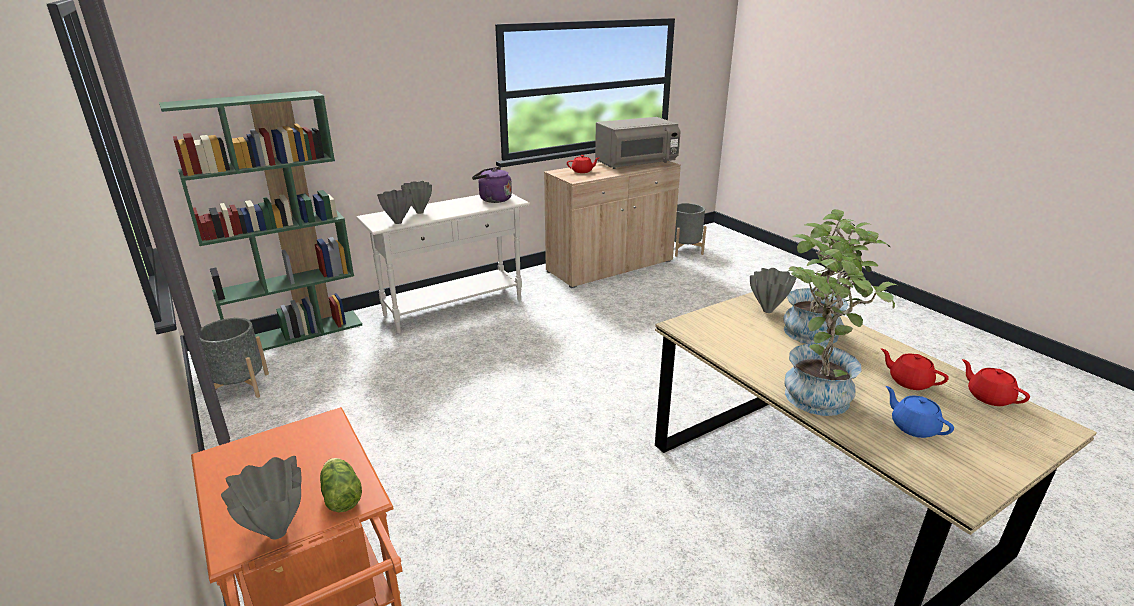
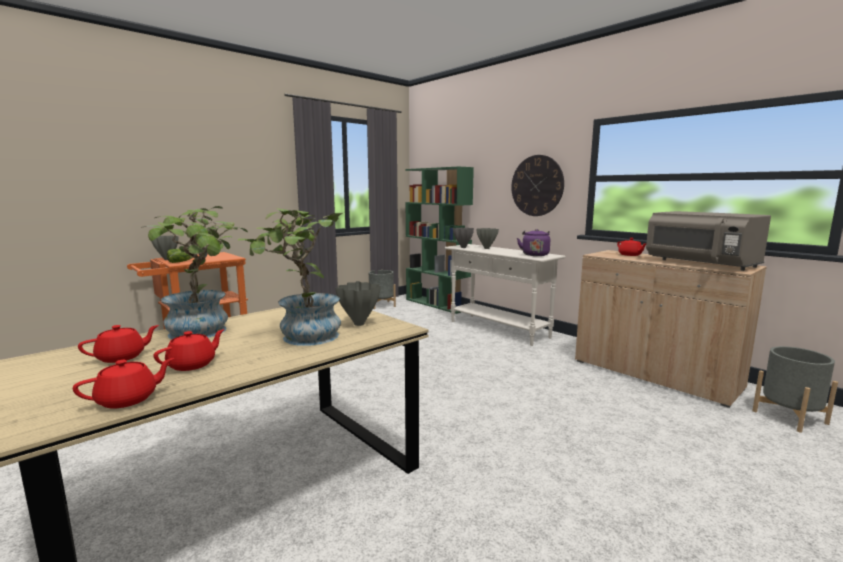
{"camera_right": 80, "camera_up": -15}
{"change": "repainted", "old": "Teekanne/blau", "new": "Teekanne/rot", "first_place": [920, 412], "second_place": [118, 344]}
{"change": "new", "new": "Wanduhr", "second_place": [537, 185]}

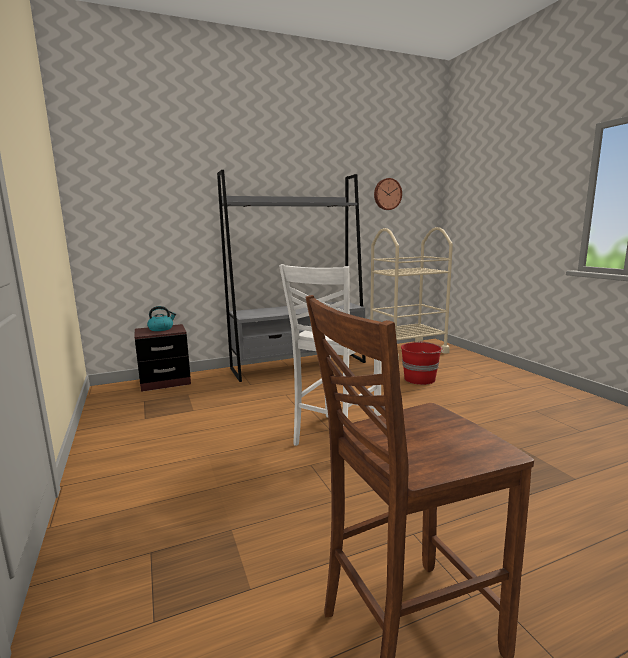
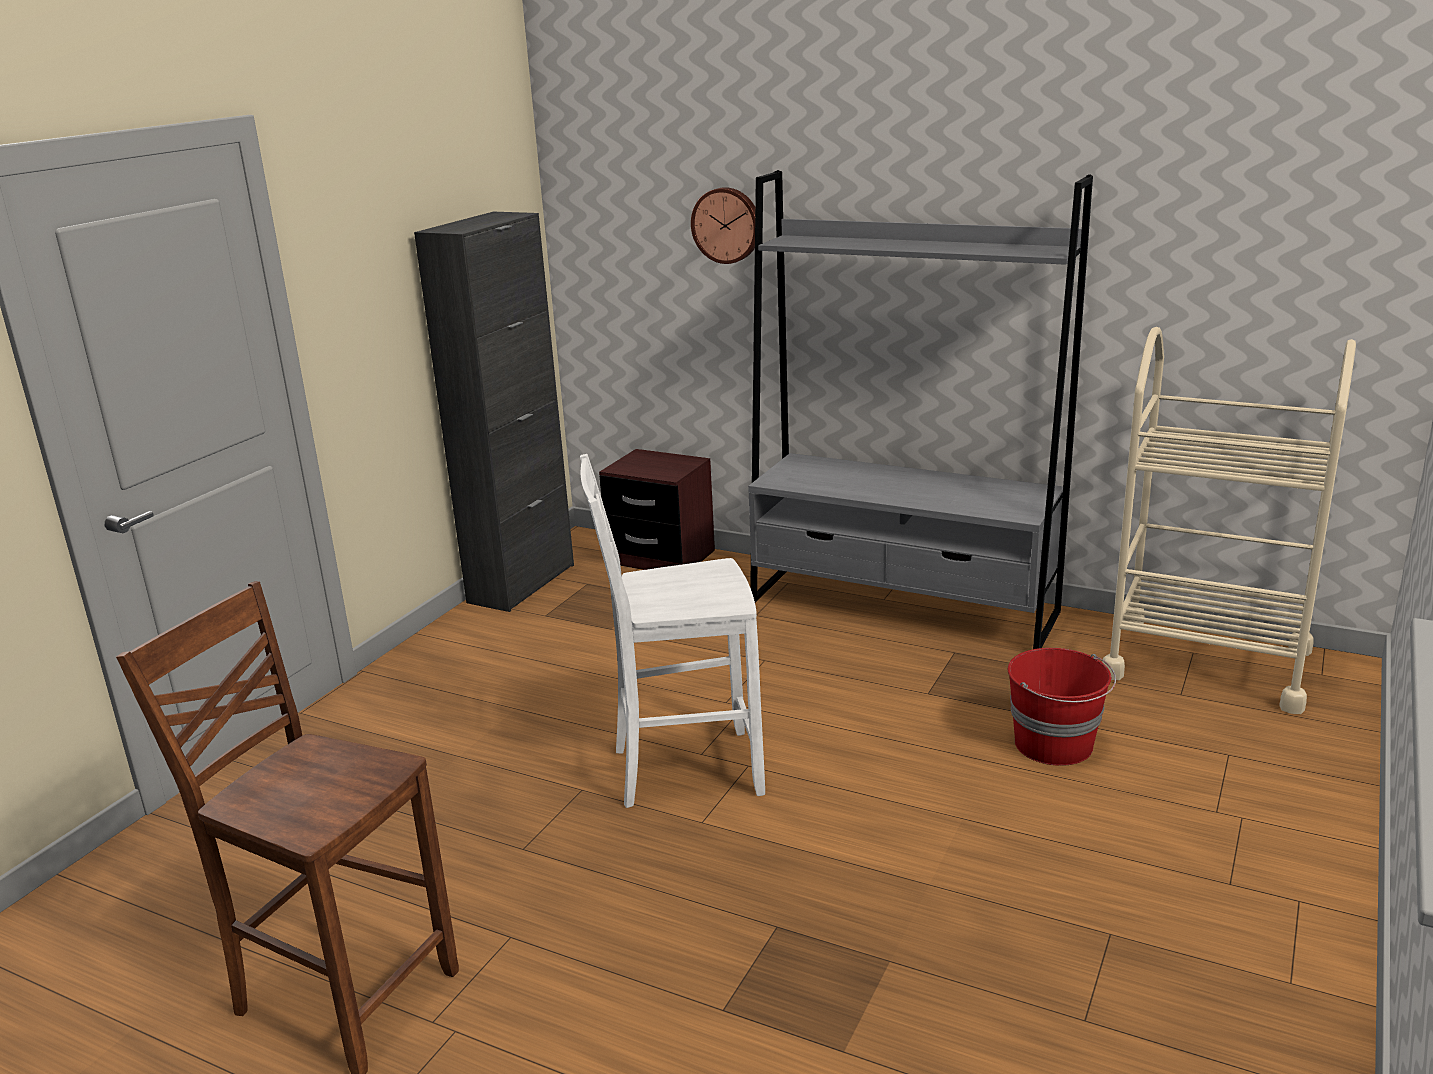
{"camera_right": 50, "camera_up": 10}
{"change": "gone", "old": "Wasserkessel", "first_place": [161, 318]}
{"change": "shifted", "old": "Wanduhr", "first_place": [388, 194], "second_place": [723, 225]}
{"change": "new", "new": "Schrank/schwarz", "second_place": [494, 412]}

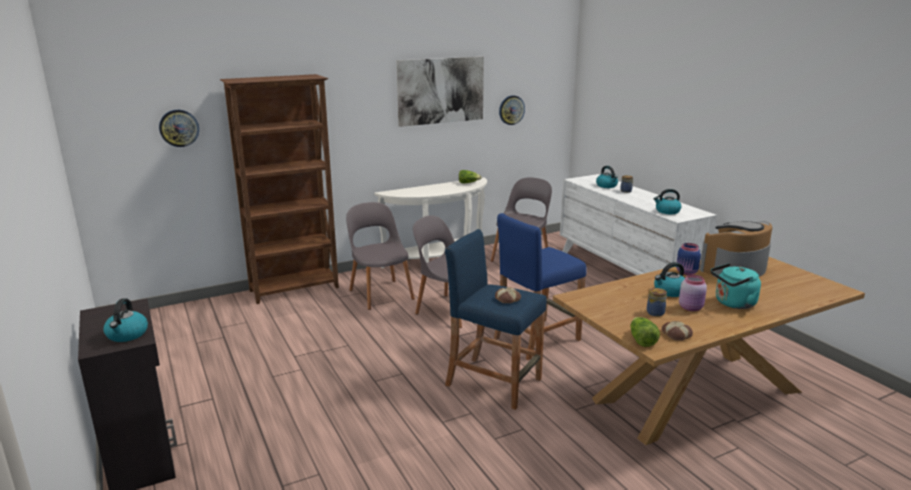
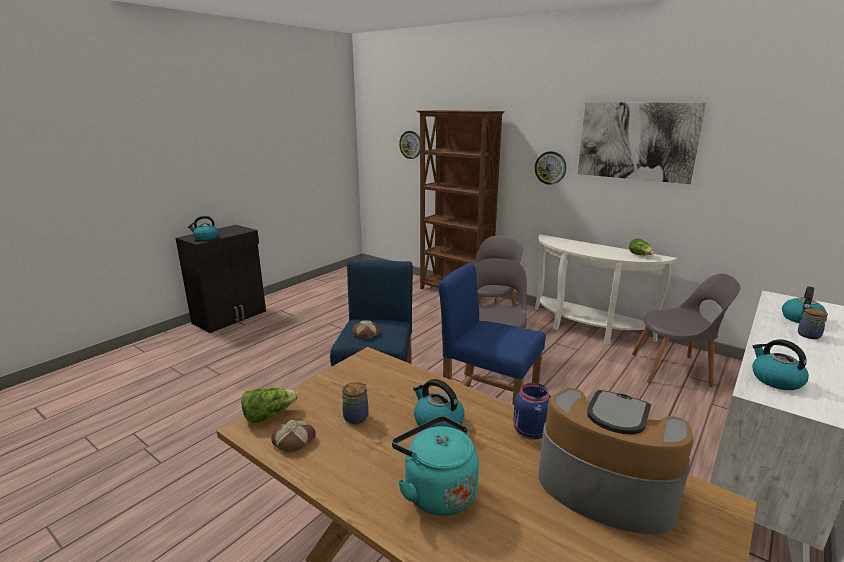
{"camera_right": 65, "camera_up": 0}
{"change": "shifted", "old": "Wanduhr", "first_place": [512, 110], "second_place": [550, 168]}
{"change": "gone", "old": "Vorratsglas/rosa", "first_place": [693, 293]}

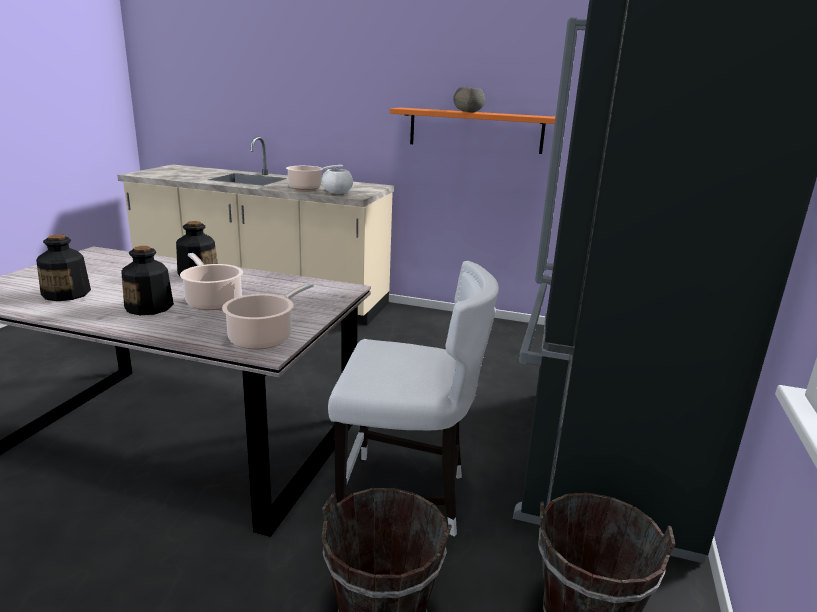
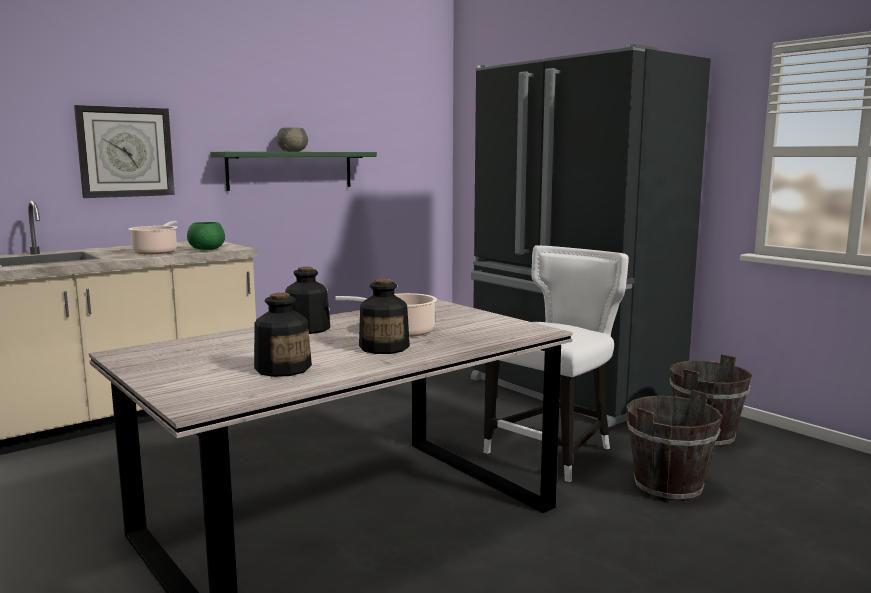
{"camera_right": -55, "camera_up": -10}
{"change": "gone", "old": "Kochtopf", "first_place": [268, 316]}
{"change": "repainted", "old": "Schüssel/weiß", "new": "Schüssel/grün", "first_place": [337, 181], "second_place": [206, 236]}
{"change": "repainted", "old": "Wandregal/orange", "new": "Wandregal/grün", "first_place": [473, 130], "second_place": [293, 171]}
{"change": "new", "new": "Wanduhr", "second_place": [124, 151]}

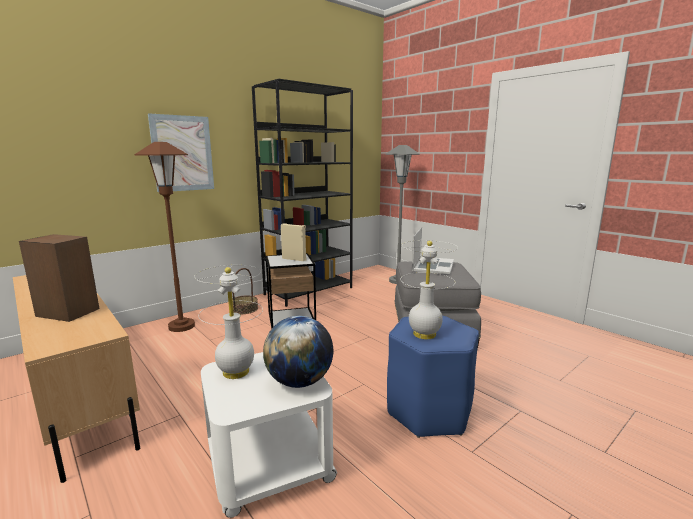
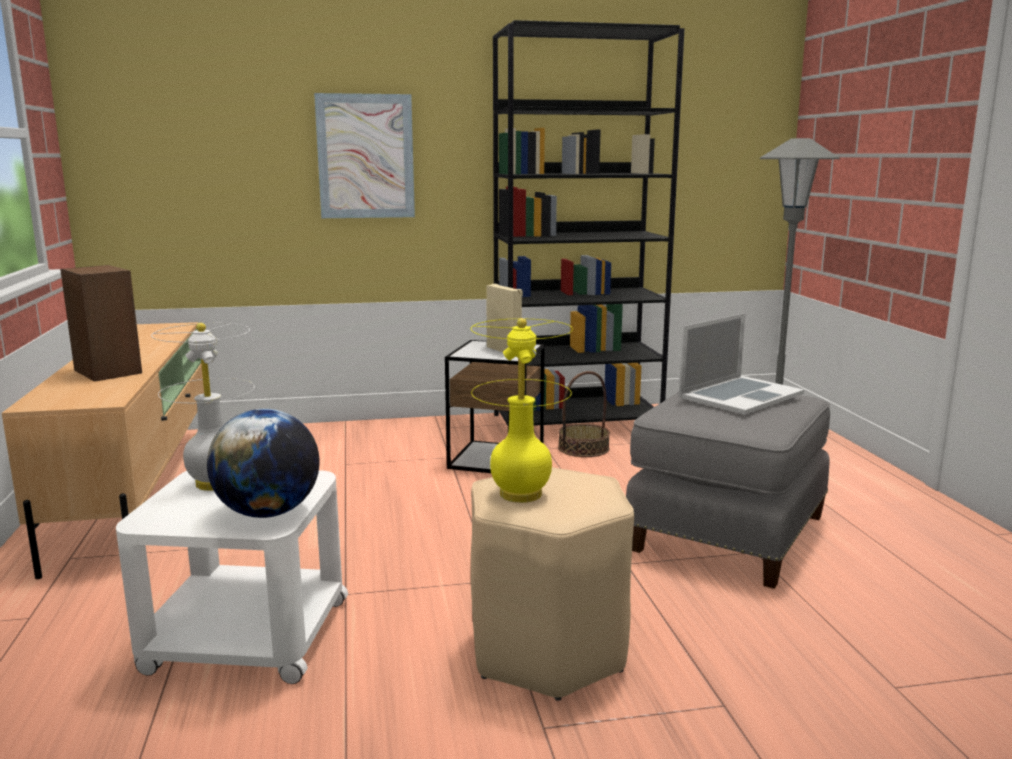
{"camera_right": 30, "camera_up": 0}
{"change": "gone", "old": "Stehlampe/braun", "first_place": [165, 237]}
{"change": "shifted", "old": "Korb", "first_place": [245, 291], "second_place": [584, 414]}
{"change": "repainted", "old": "Hocker/blau", "new": "Hocker/beige", "first_place": [433, 377], "second_place": [552, 584]}
{"change": "repainted", "old": "Tischlampe/weiß", "new": "Tischlampe/gelb", "first_place": [429, 289], "second_place": [522, 410]}

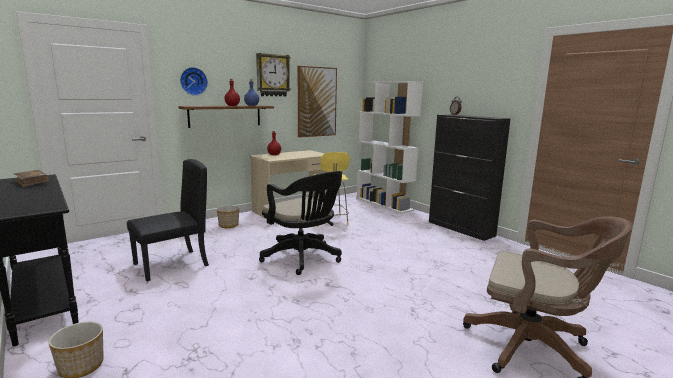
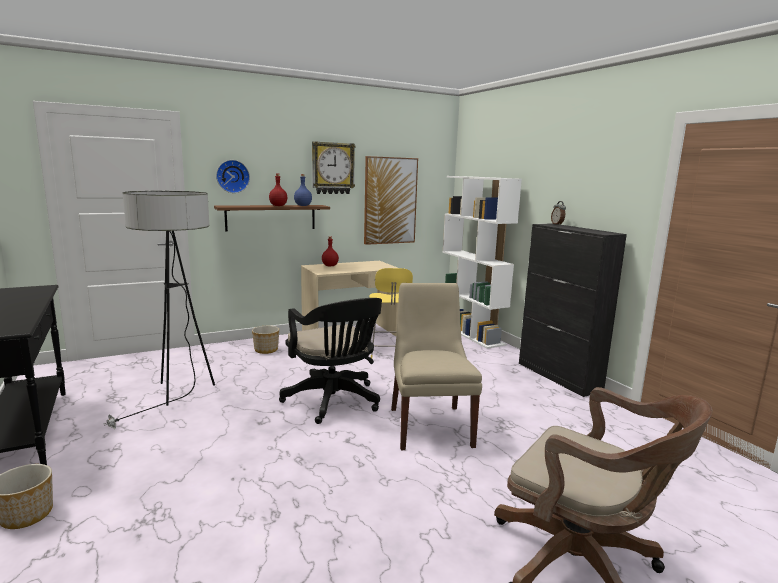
{"camera_right": 10, "camera_up": 0}
{"change": "gone", "old": "Buch/braun", "first_place": [31, 178]}
{"change": "swapped", "old": "Stuhl/schwarz", "new": "Stehlampe", "first_place": [168, 220], "second_place": [159, 310]}
{"change": "new", "new": "Stuhl/beige", "second_place": [436, 366]}

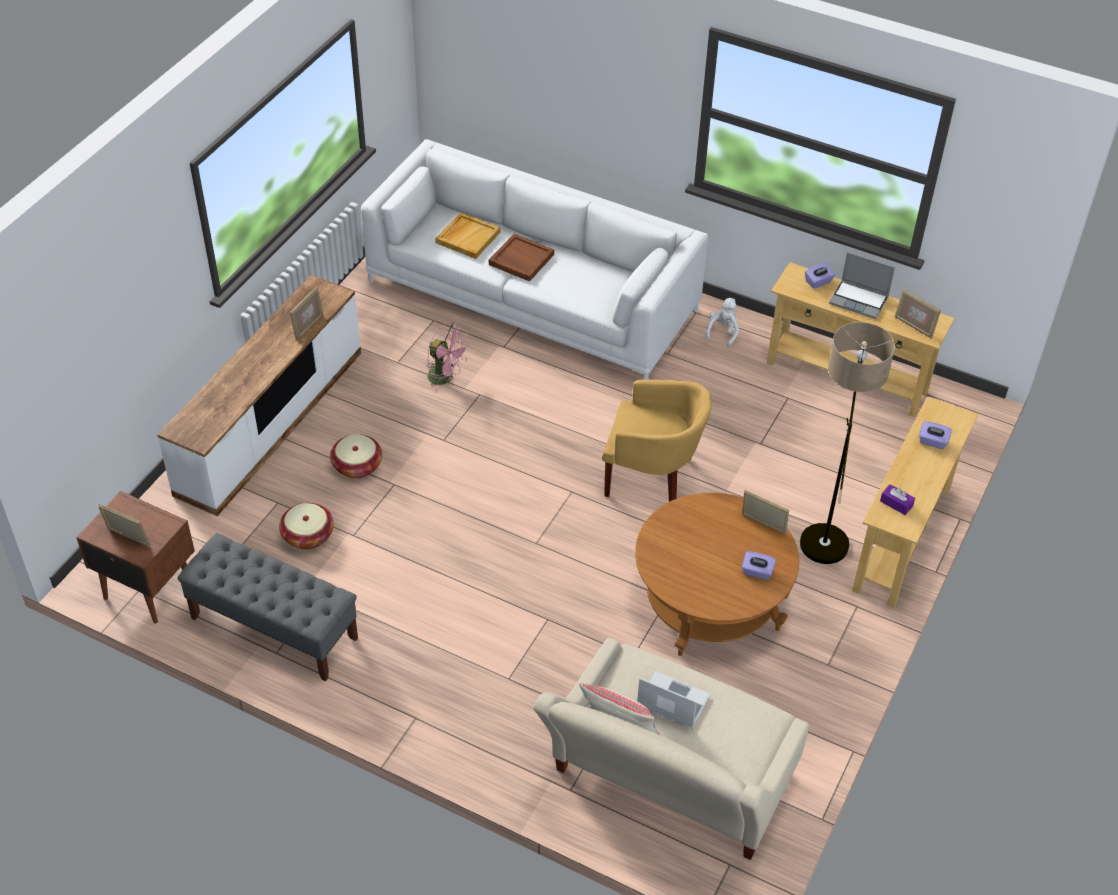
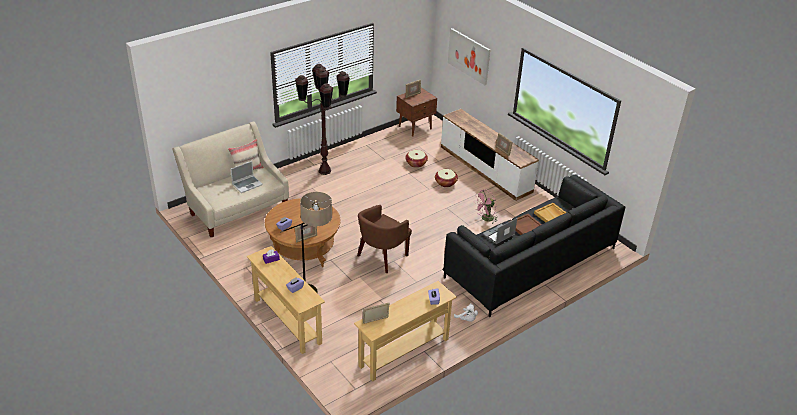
{"camera_right": 115, "camera_up": -10}
{"change": "gone", "old": "Bank/grau", "first_place": [267, 607]}
{"change": "repainted", "old": "Sofa/weiß", "new": "Sofa/schwarz", "first_place": [534, 259], "second_place": [534, 246]}
{"change": "repainted", "old": "Sessel/gelb", "new": "Sessel/braun", "first_place": [657, 441], "second_place": [384, 239]}
{"change": "shifted", "old": "Laptop", "first_place": [862, 285], "second_place": [500, 231]}
{"change": "new", "new": "Stehlampe/braun", "second_place": [322, 119]}
{"change": "new", "new": "Bild", "second_place": [469, 56]}

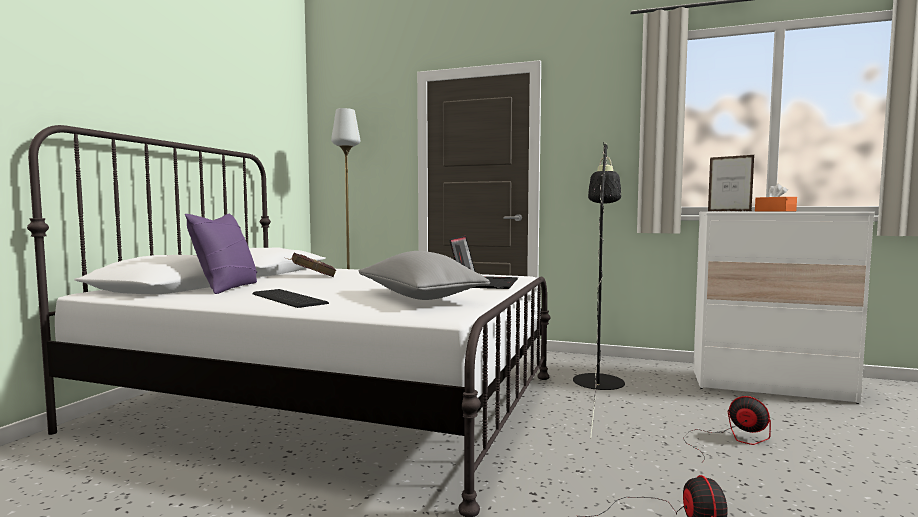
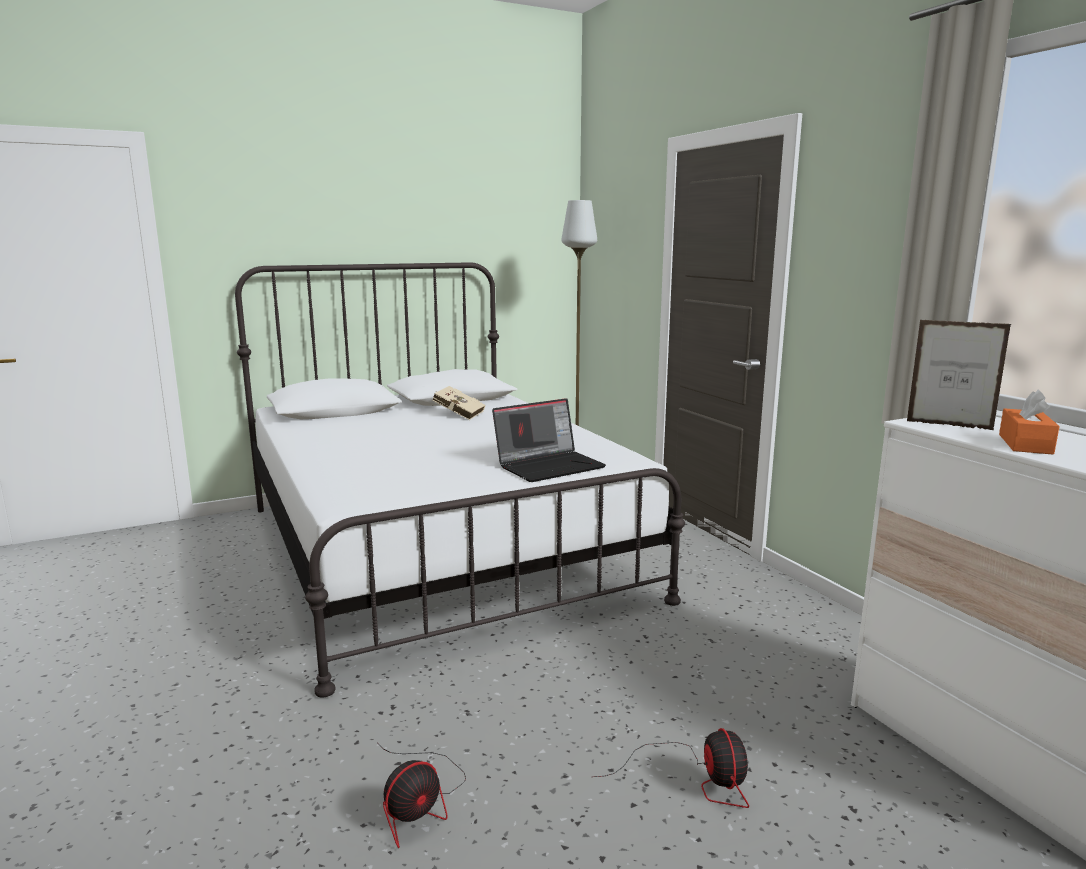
{"camera_right": 45, "camera_up": 10}
{"change": "gone", "old": "Kissen/lila", "first_place": [221, 254]}
{"change": "gone", "old": "Tastatur", "first_place": [290, 298]}
{"change": "repainted", "old": "Buch/rot", "new": "Buch/beige", "first_place": [311, 265], "second_place": [458, 403]}
{"change": "gone", "old": "Kissen/grau", "first_place": [424, 275]}
{"change": "gone", "old": "Stehlampe/schwarz", "first_place": [599, 290]}
{"change": "rotated", "old": "Bilderrahmen", "first_place": [731, 183], "second_place": [959, 375], "degrees": -60}

